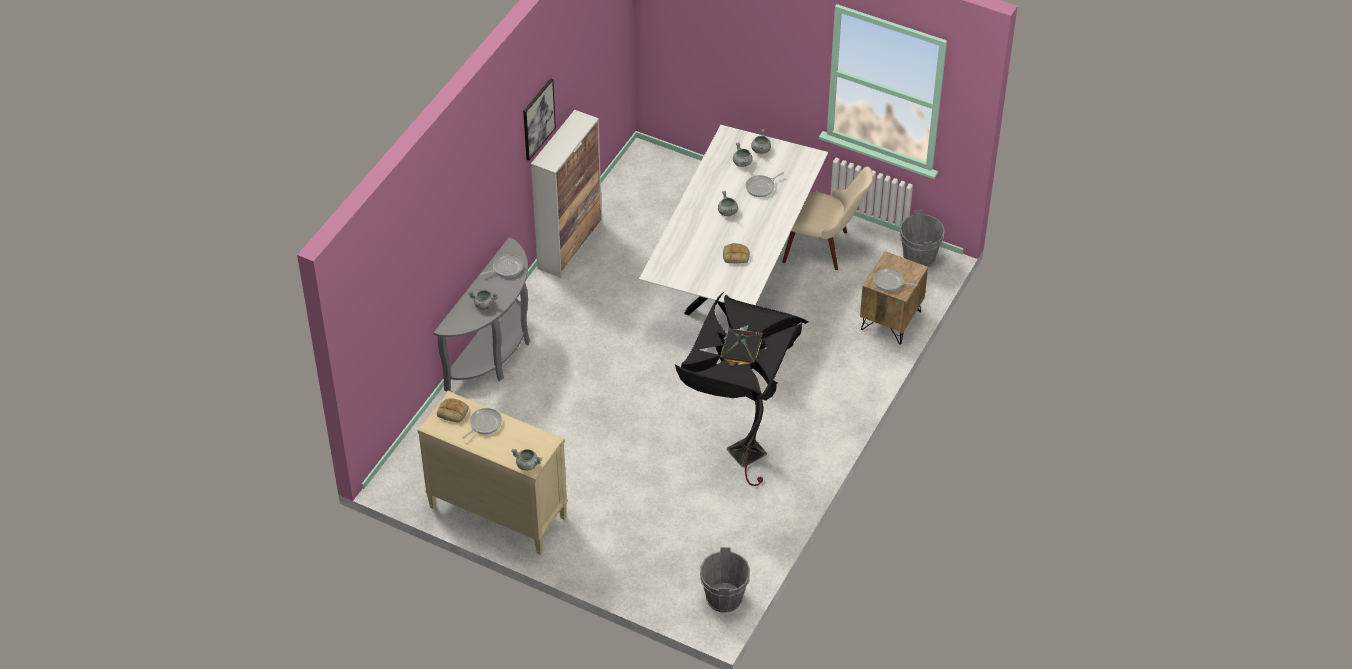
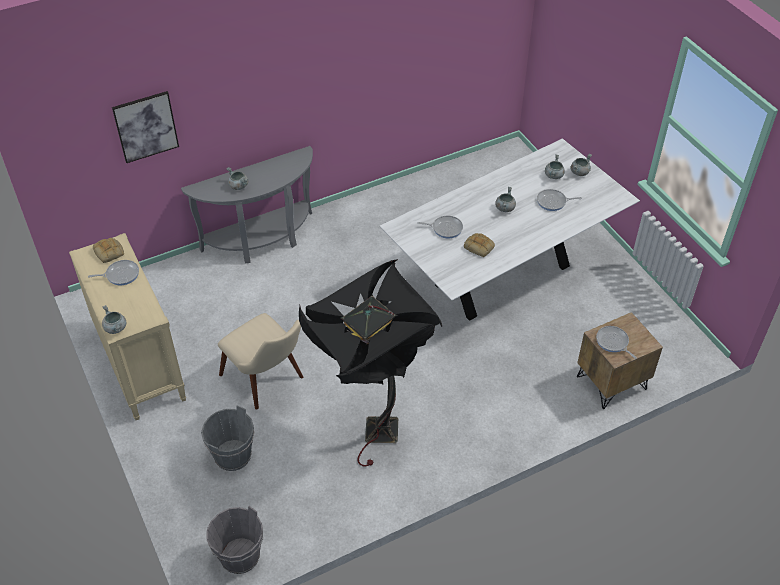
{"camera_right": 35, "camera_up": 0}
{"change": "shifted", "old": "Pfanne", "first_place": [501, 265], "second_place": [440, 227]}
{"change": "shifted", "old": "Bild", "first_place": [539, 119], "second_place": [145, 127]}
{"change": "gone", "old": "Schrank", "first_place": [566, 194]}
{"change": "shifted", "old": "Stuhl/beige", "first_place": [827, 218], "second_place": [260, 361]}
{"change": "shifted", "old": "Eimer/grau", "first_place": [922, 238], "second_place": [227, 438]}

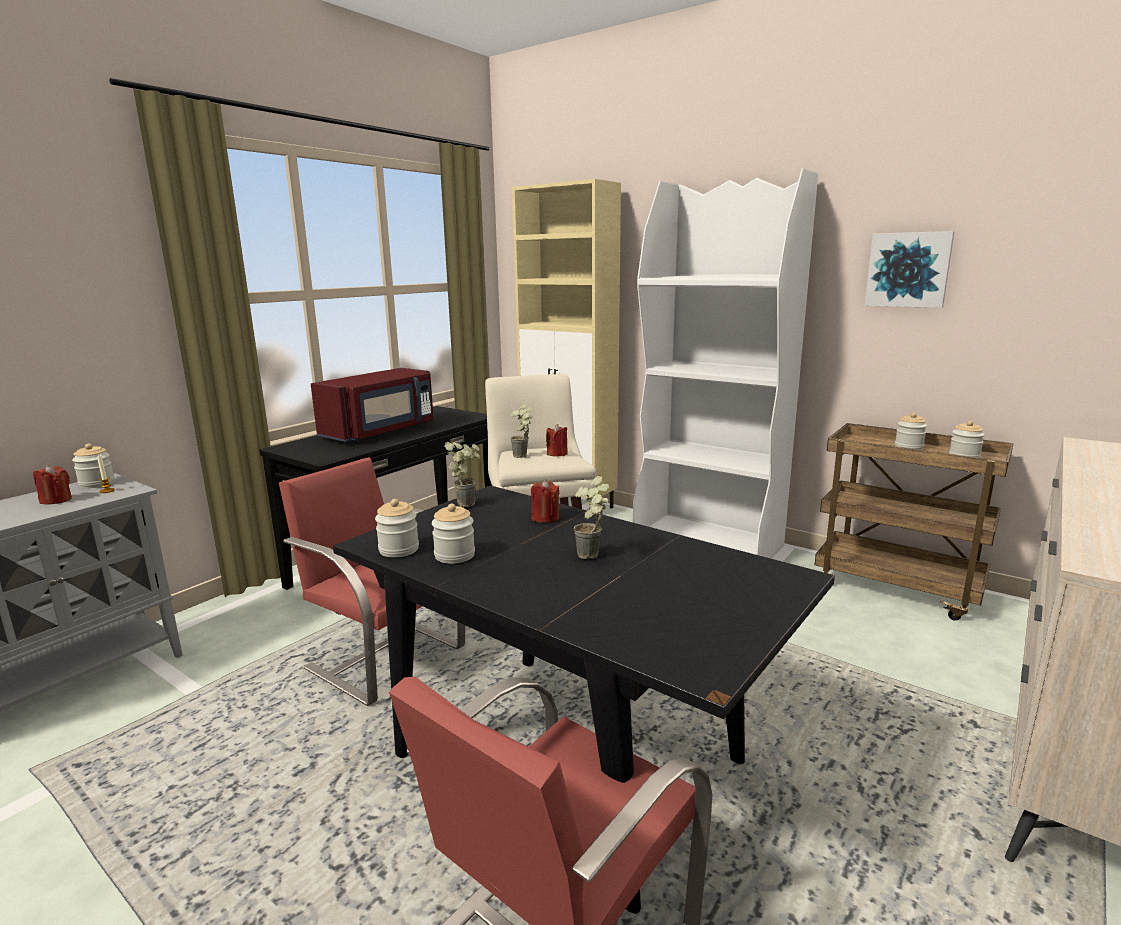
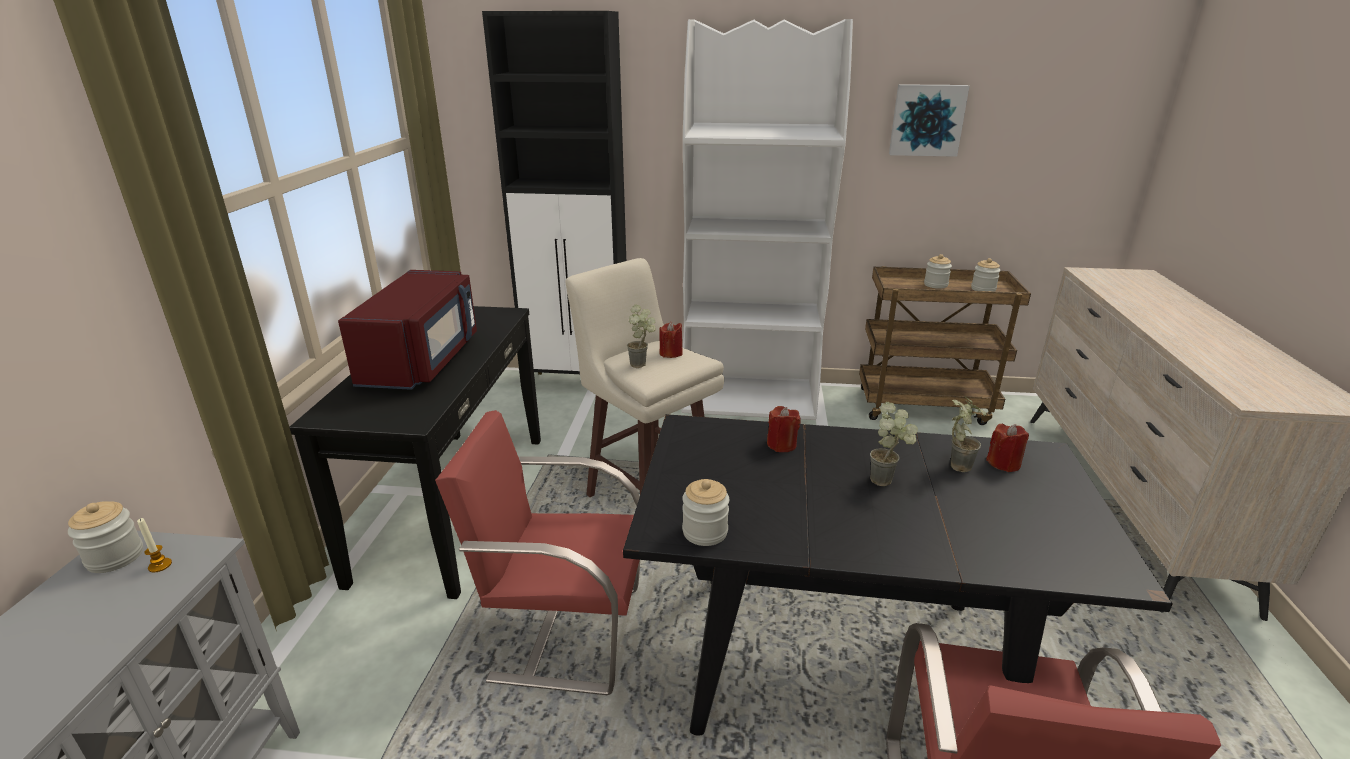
{"camera_right": -30, "camera_up": 10}
{"change": "shifted", "old": "Kerze/rot", "first_place": [52, 484], "second_place": [1007, 448]}
{"change": "gone", "old": "Vorratsglas", "first_place": [453, 534]}
{"change": "shifted", "old": "Topfpflanze", "first_place": [462, 474], "second_place": [969, 434]}
{"change": "repainted", "old": "Schrank/beige", "new": "Schrank/schwarz", "first_place": [566, 344], "second_place": [554, 193]}

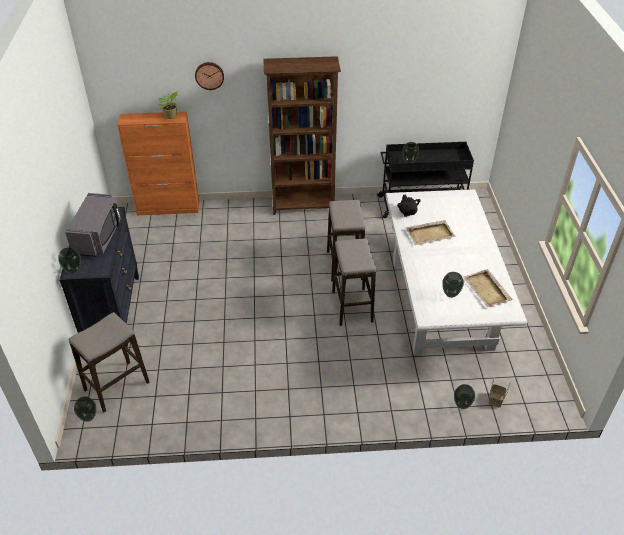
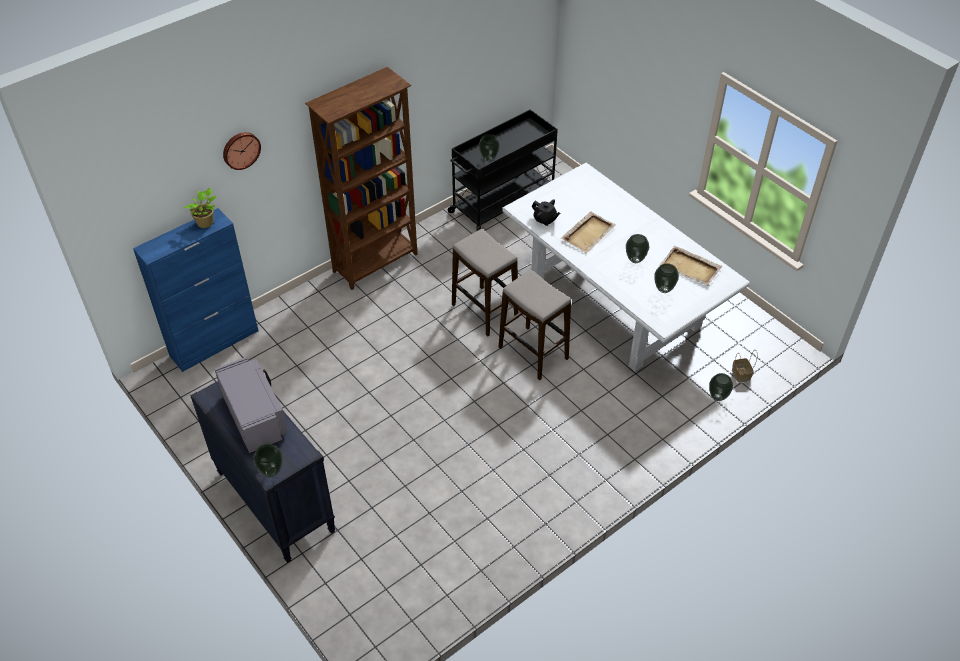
{"camera_right": -35, "camera_up": 5}
{"change": "gone", "old": "Hocker", "first_place": [109, 362]}
{"change": "shifted", "old": "Vase", "first_place": [85, 409], "second_place": [637, 248]}
{"change": "repainted", "old": "Schrank/orange", "new": "Schrank/blau", "first_place": [158, 163], "second_place": [195, 290]}

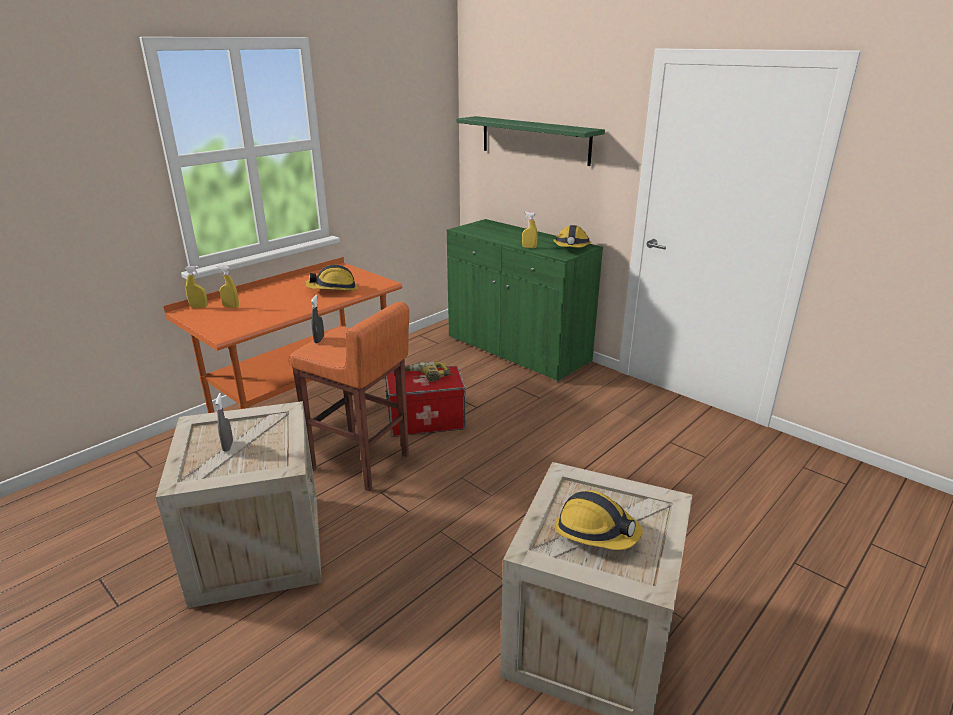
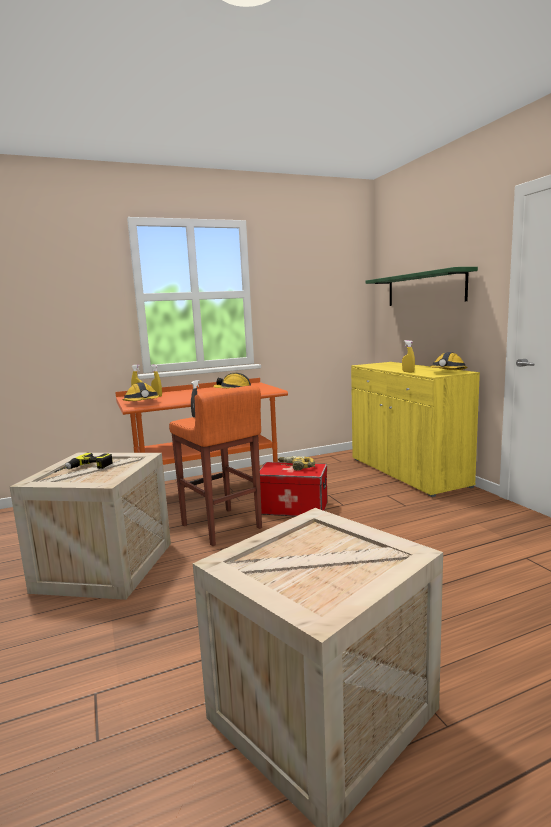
{"camera_right": 25, "camera_up": -15}
{"change": "swapped", "old": "Sprühflasche/grau", "new": "Bohrmaschine", "first_place": [224, 422], "second_place": [84, 462]}
{"change": "repainted", "old": "Schrank/grün", "new": "Schrank/gelb", "first_place": [525, 300], "second_place": [415, 429]}
{"change": "shifted", "old": "Schutzhelm", "first_place": [598, 520], "second_place": [141, 391]}

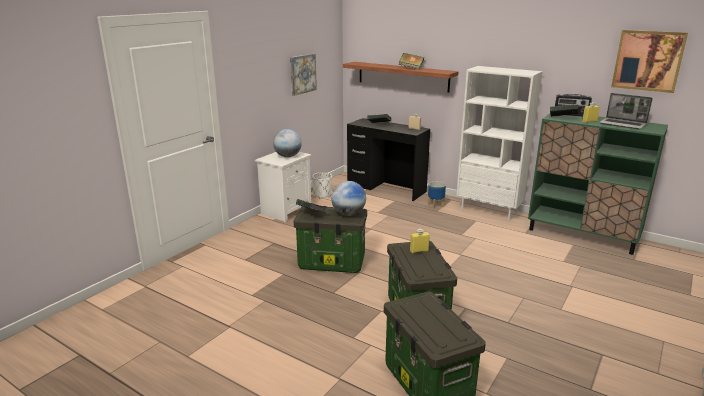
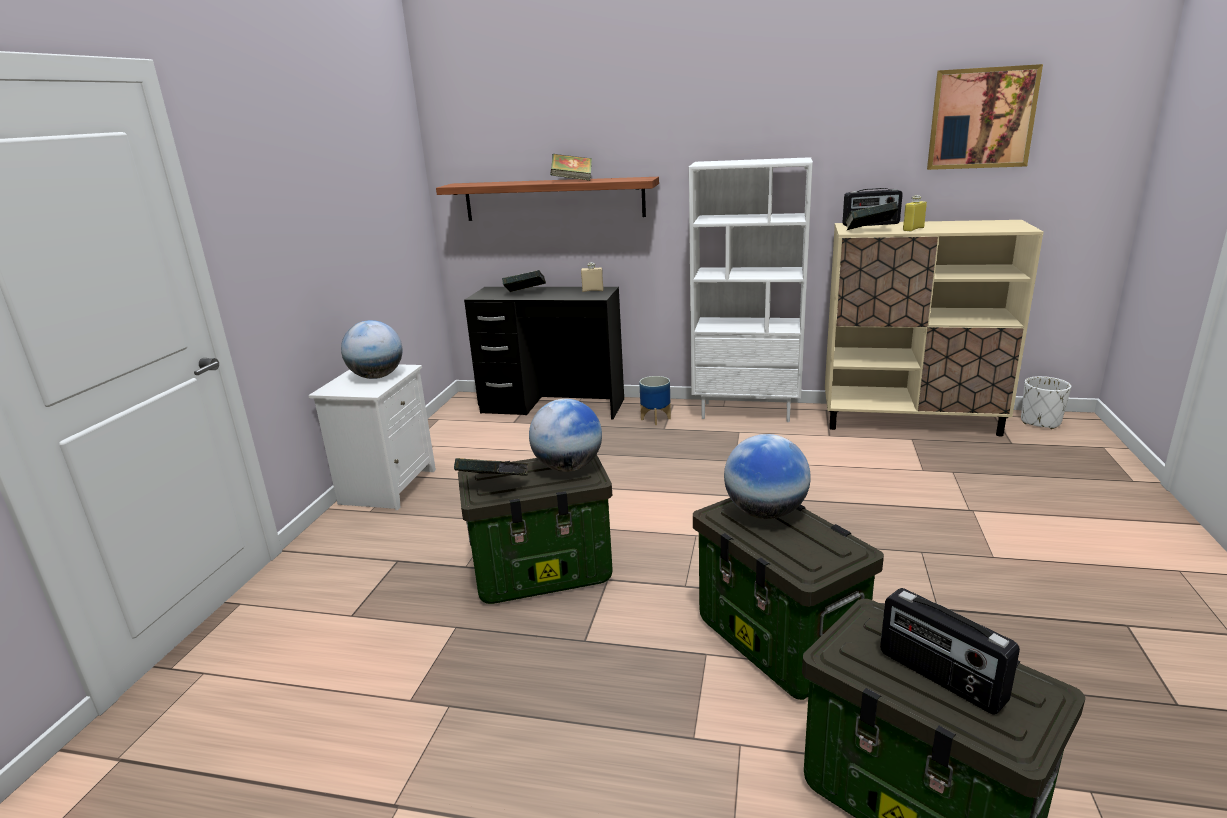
{"camera_right": -20, "camera_up": 0}
{"change": "gone", "old": "Bild", "first_place": [303, 75]}
{"change": "shifted", "old": "Pflanzkübel/weiß", "first_place": [322, 185], "second_place": [1046, 402]}
{"change": "swapped", "old": "Flasche/gelb", "new": "Globus", "first_place": [420, 241], "second_place": [767, 476]}
{"change": "repainted", "old": "Schrank/grün", "new": "Schrank/beige", "first_place": [598, 184], "second_place": [934, 328]}
{"change": "gone", "old": "Laptop", "first_place": [626, 111]}
{"change": "new", "new": "Radio", "second_place": [950, 651]}

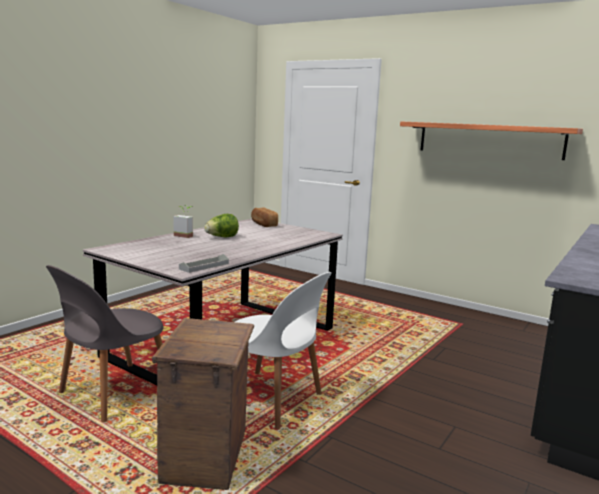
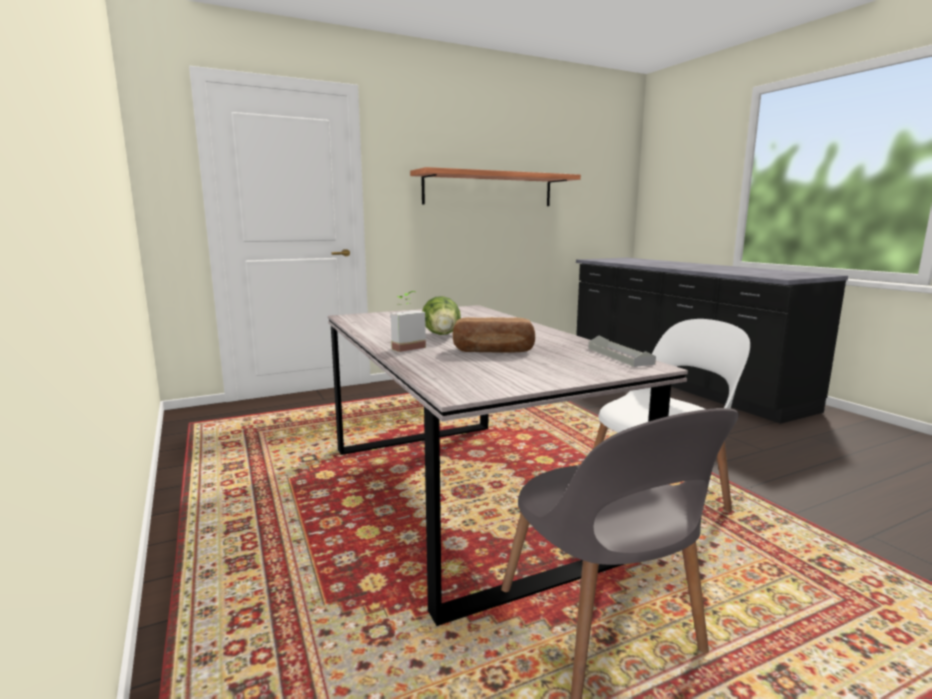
{"camera_right": -60, "camera_up": 0}
{"change": "gone", "old": "Kiste", "first_place": [203, 404]}
{"change": "shifted", "old": "Brot", "first_place": [264, 217], "second_place": [494, 335]}

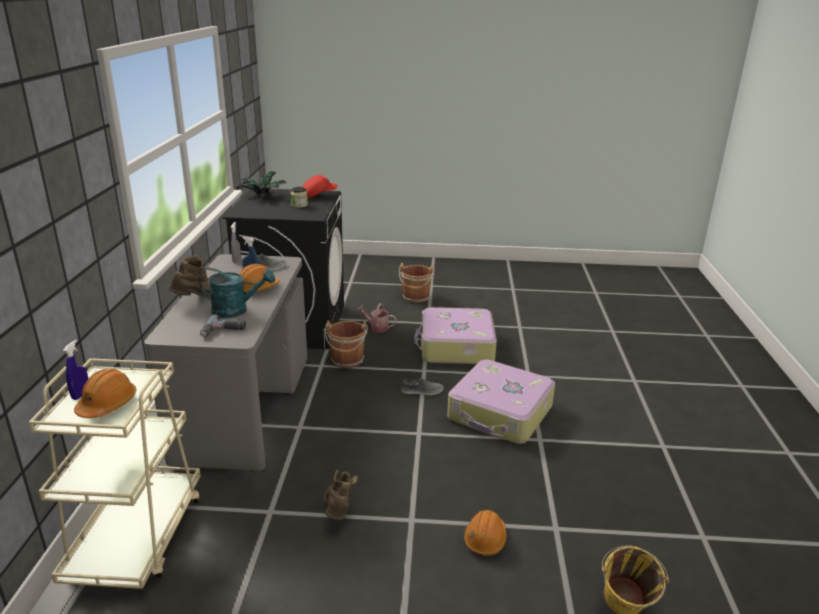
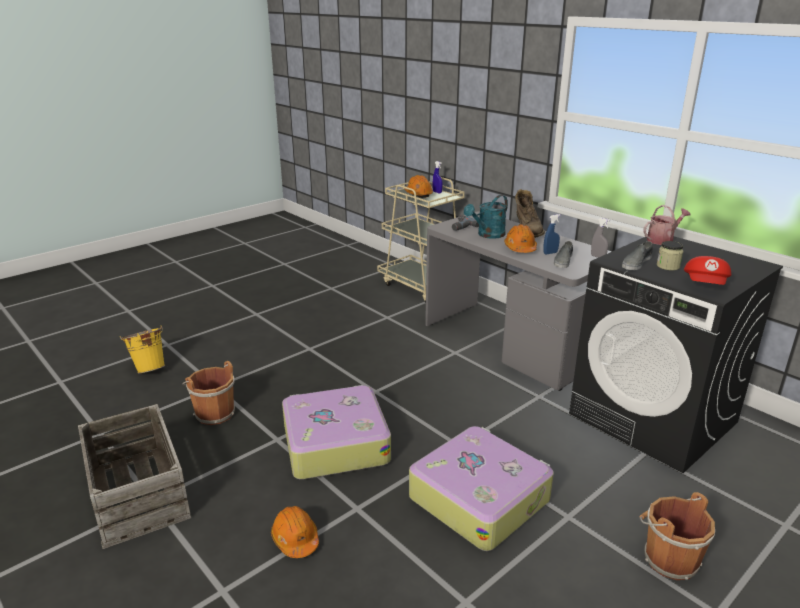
{"camera_right": 135, "camera_up": 0}
{"change": "gone", "old": "Topfpflanze", "first_place": [261, 183]}
{"change": "gone", "old": "Stiefel/braun", "first_place": [340, 495]}
{"change": "shifted", "old": "Eimer/braun", "first_place": [346, 344], "second_place": [209, 393]}
{"change": "shifted", "old": "Gießkanne", "first_place": [377, 317], "second_place": [667, 225]}
{"change": "shifted", "old": "Schuh/grau", "first_place": [422, 386], "second_place": [637, 255]}
{"change": "shifted", "old": "Schutzhelm/orange", "first_place": [485, 533], "second_place": [295, 532]}
{"change": "new", "new": "Kiste", "second_place": [134, 476]}

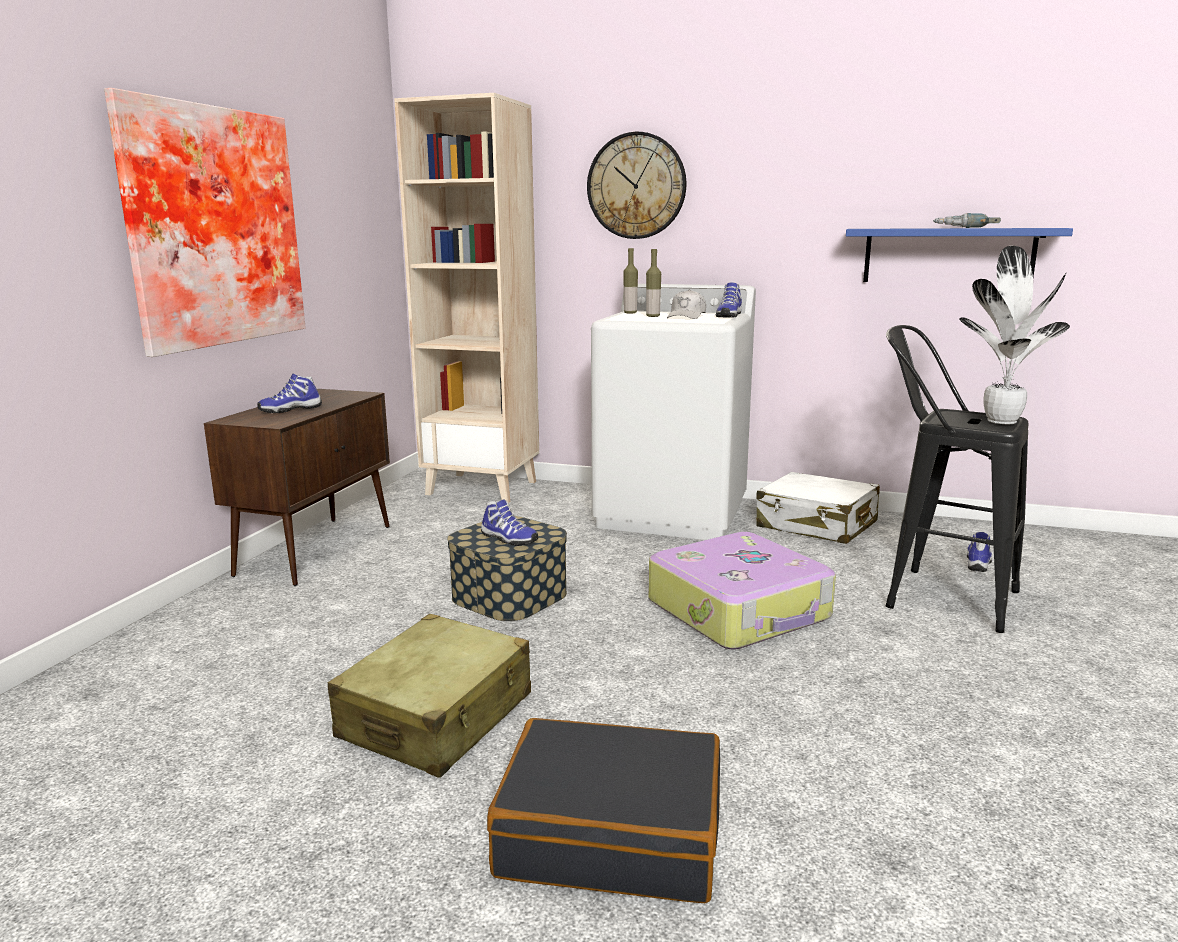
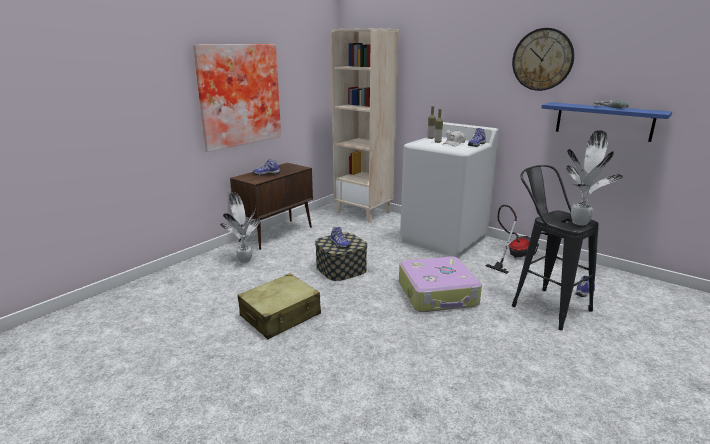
{"camera_right": 20, "camera_up": 5}
{"change": "gone", "old": "Koffer/schwarz", "first_place": [603, 810]}
{"change": "shifted", "old": "Wanduhr", "first_place": [636, 185], "second_place": [543, 59]}
{"change": "swapped", "old": "Koffer/weiß", "new": "Staubsauger", "first_place": [818, 508], "second_place": [512, 239]}
{"change": "new", "new": "Topfpflanze", "second_place": [240, 228]}

